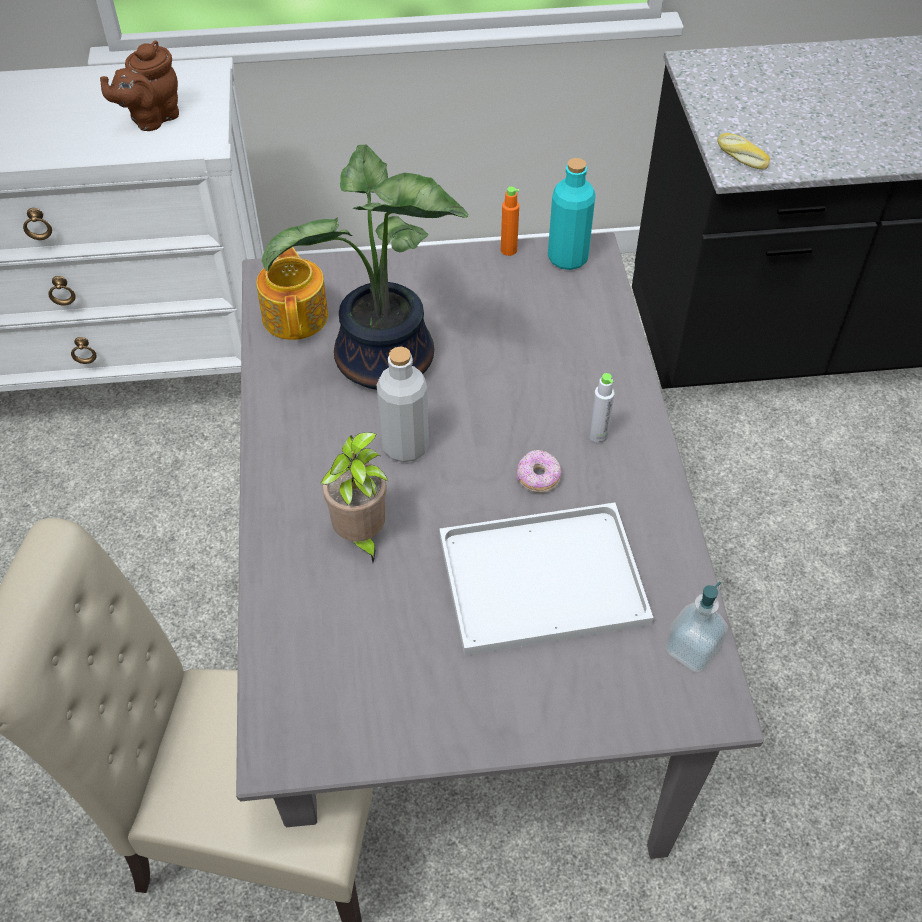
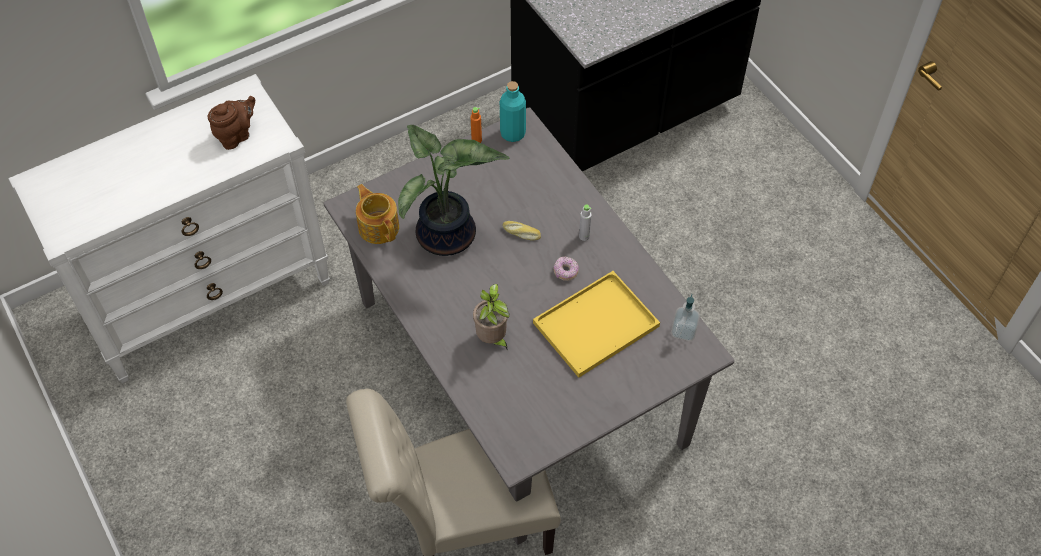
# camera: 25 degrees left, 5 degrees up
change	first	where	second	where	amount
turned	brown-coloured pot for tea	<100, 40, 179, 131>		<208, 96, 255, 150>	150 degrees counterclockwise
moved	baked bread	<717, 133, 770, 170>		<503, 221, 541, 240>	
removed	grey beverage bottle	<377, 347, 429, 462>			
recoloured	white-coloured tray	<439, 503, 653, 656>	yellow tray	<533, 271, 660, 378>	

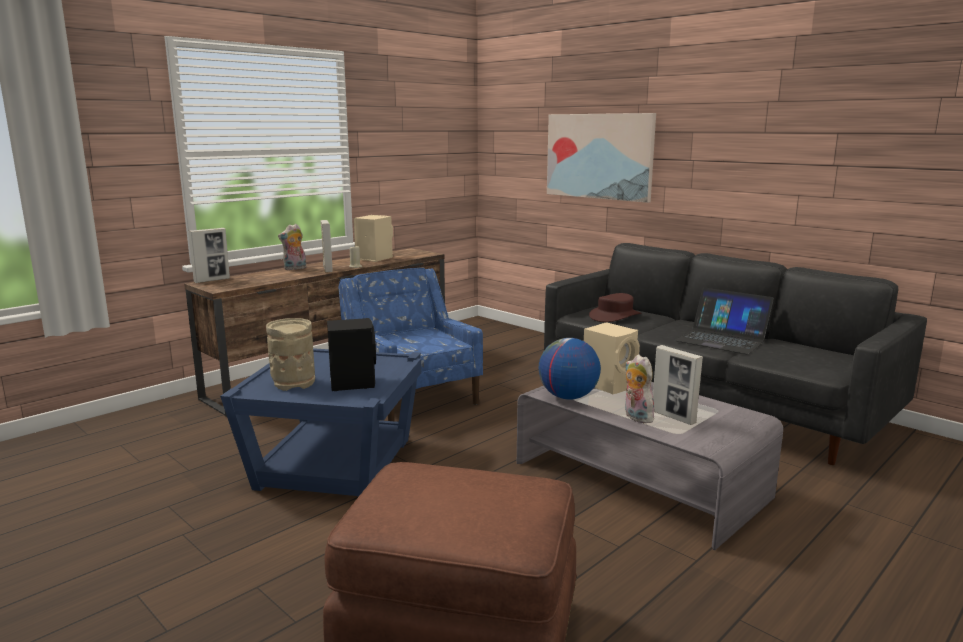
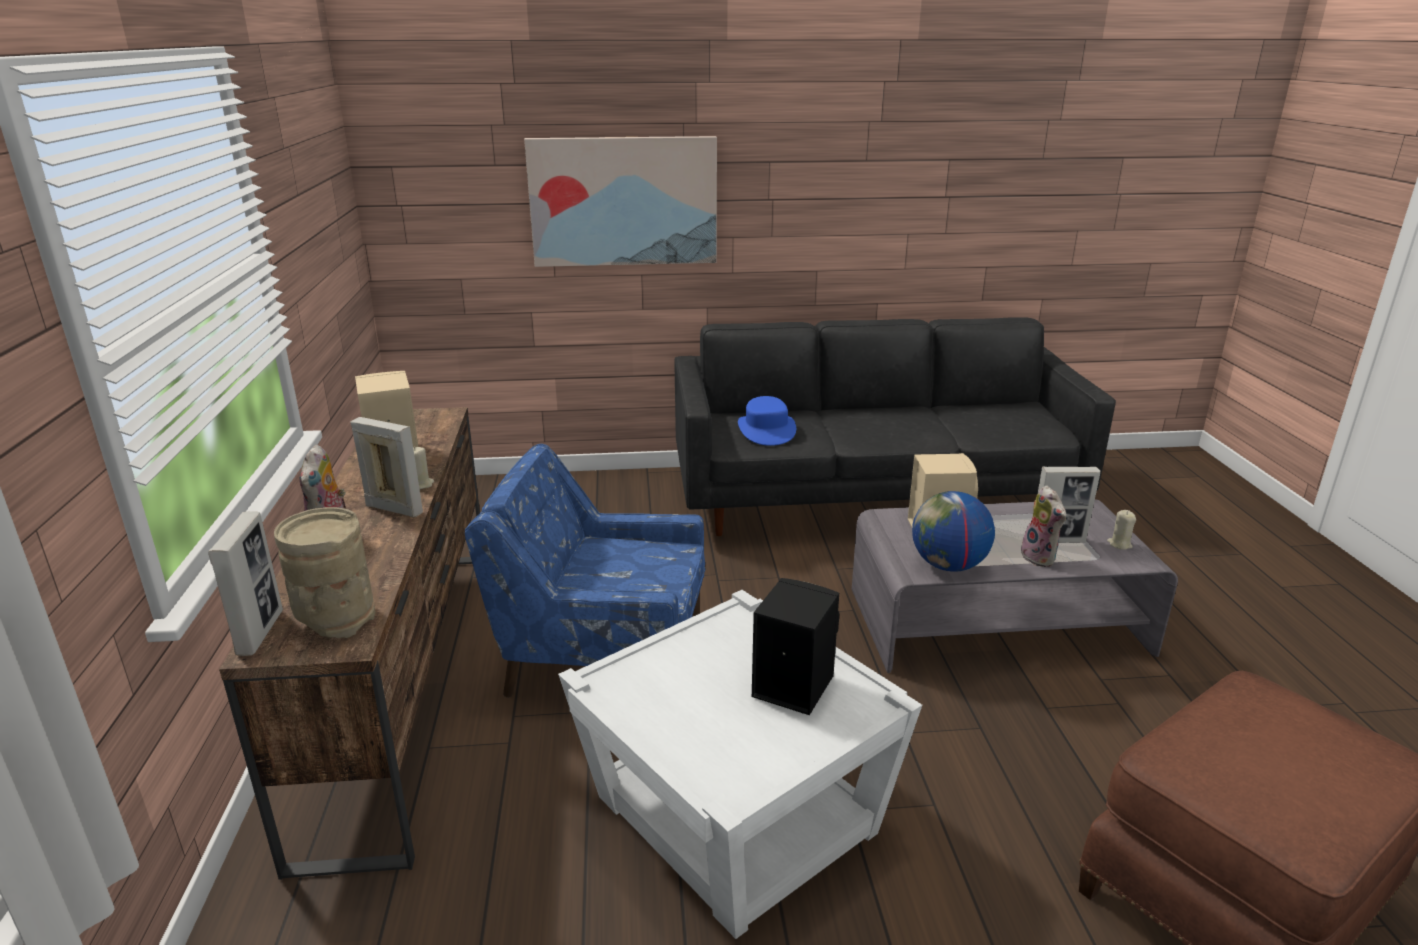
# camera: 50 degrees left, 10 degrees up
change	first	where	second	where	amount
removed	notebook computer	<675, 288, 774, 354>			
recoloured	brown-coloured wearable hat	<589, 293, 641, 322>	blue-coloured wearable hat	<738, 396, 796, 446>	
moved	beige flower vase	<266, 318, 315, 391>		<274, 507, 375, 638>	
recoloured	blue-coloured side table	<220, 348, 422, 497>	white-coloured side table	<558, 590, 922, 939>	
turned	plush toy	<625, 355, 654, 423>		<1021, 485, 1067, 567>	120 degrees counterclockwise
added			beige wax candle	<1107, 510, 1136, 550>	

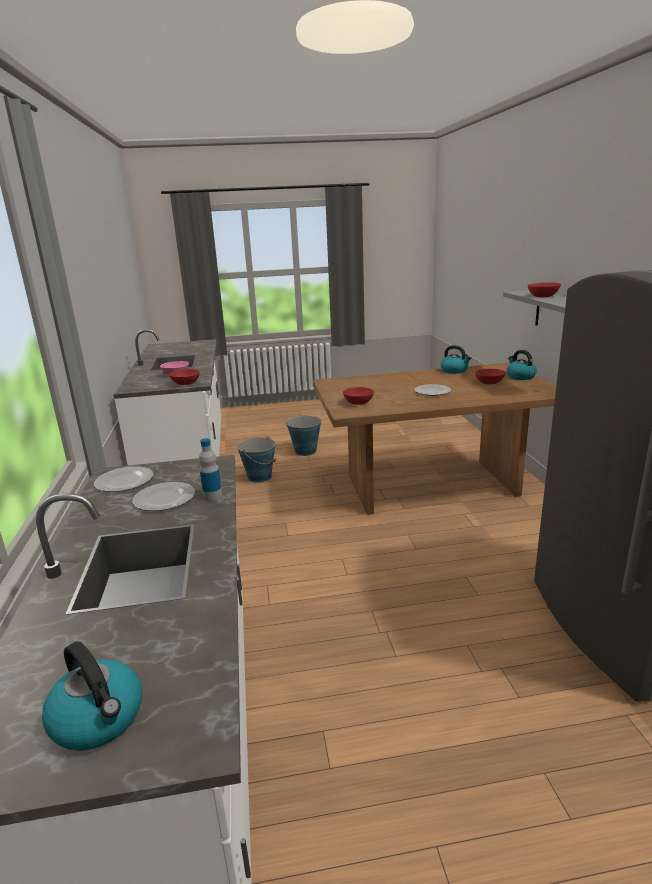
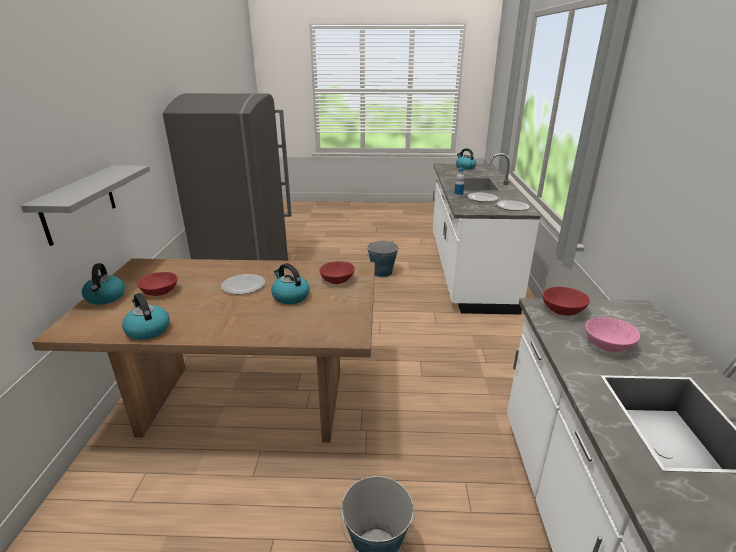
# camera: 170 degrees left, 5 degrees up
change	first	where	second	where	amount
removed	reddish deep dish	<528, 282, 561, 297>			
moved	water bucket	<237, 437, 277, 483>		<367, 241, 398, 277>	
added			water kettle	<271, 263, 310, 304>	

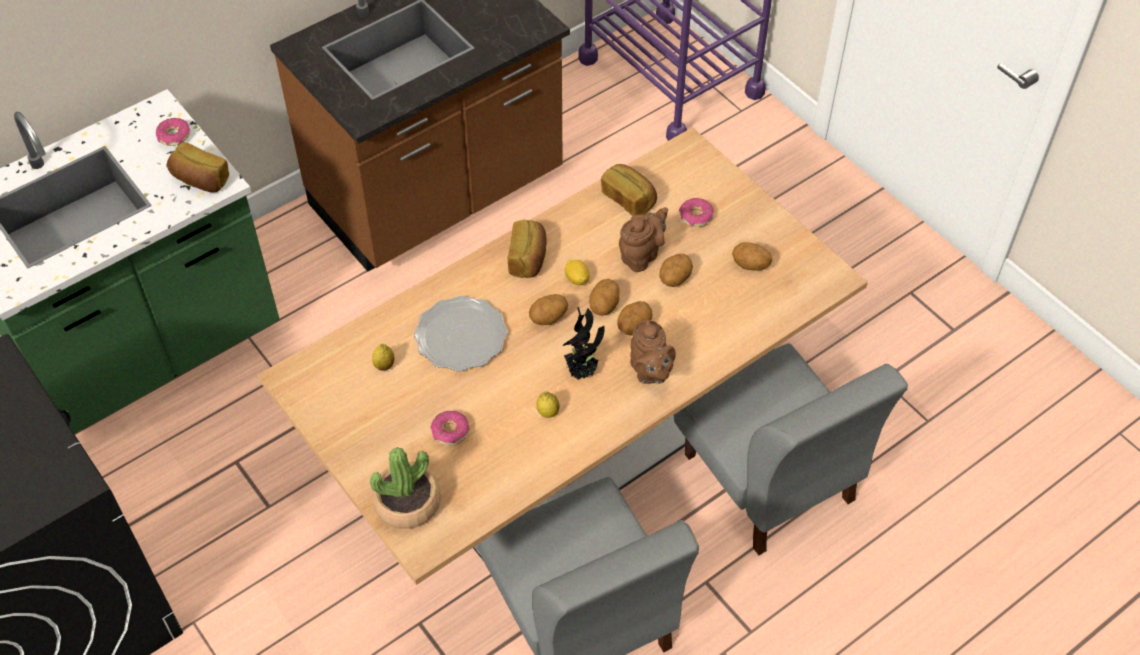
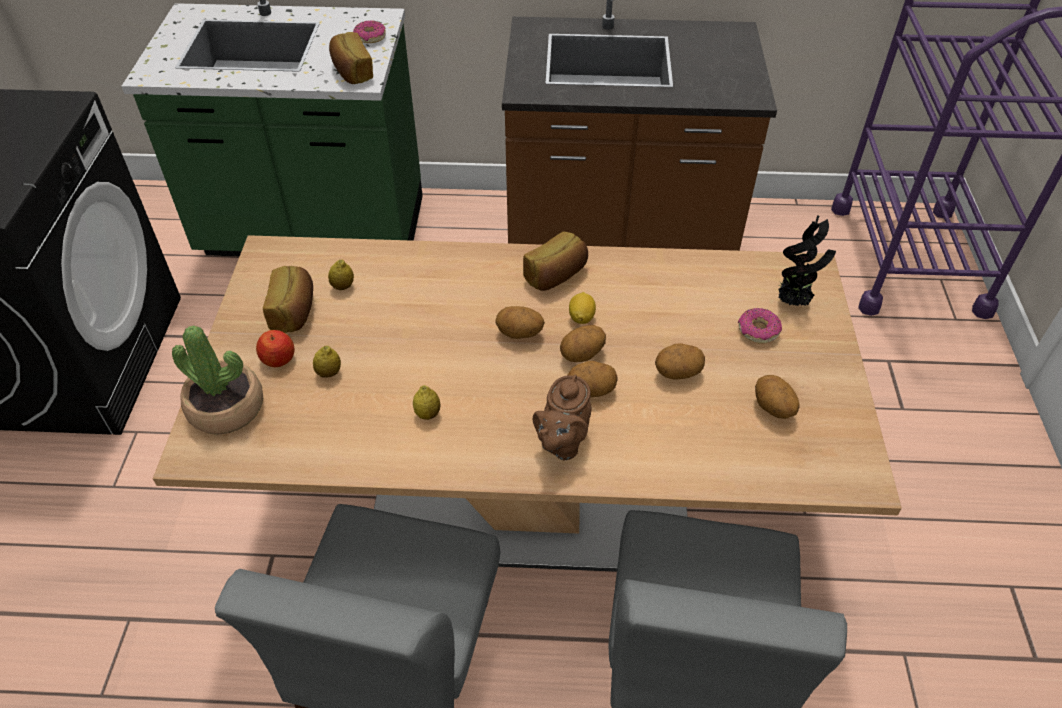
# camera: 40 degrees right, 5 degrees down
change	first	where	second	where	amount
moved	baked bread	<601, 164, 657, 216>		<263, 266, 313, 333>	
removed	brown-coloured pot for tea	<619, 207, 668, 272>			
removed	flat dish	<414, 296, 508, 371>			
moved	plant in a pot	<562, 307, 605, 379>		<778, 215, 836, 306>	
replaced	doughnut	<430, 411, 470, 446>	whole lemon	<313, 346, 341, 378>	
added			whole apple	<256, 330, 295, 367>	

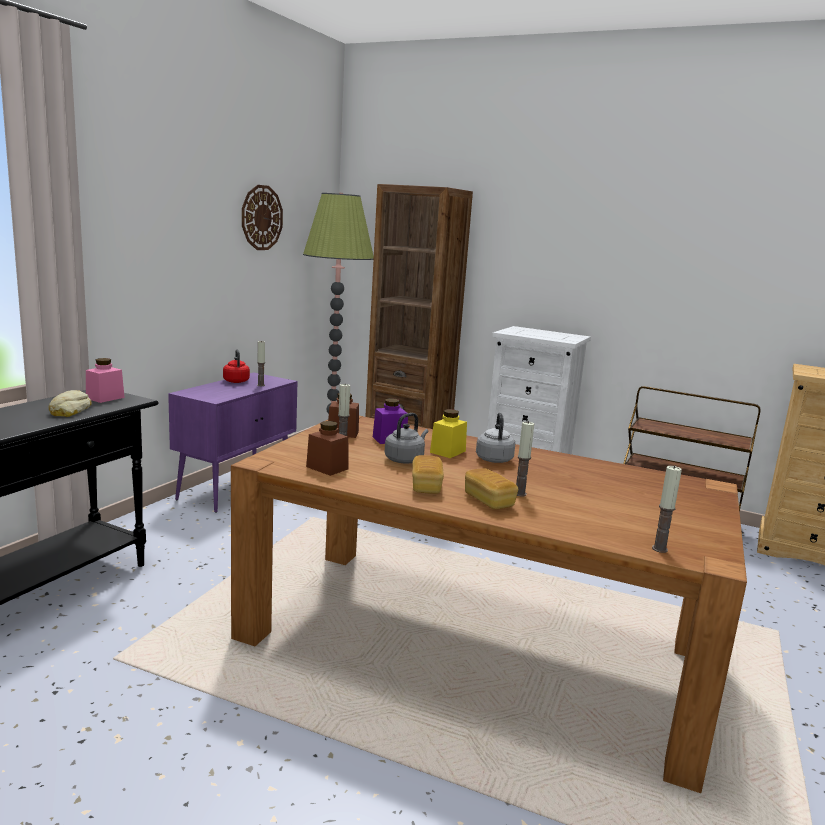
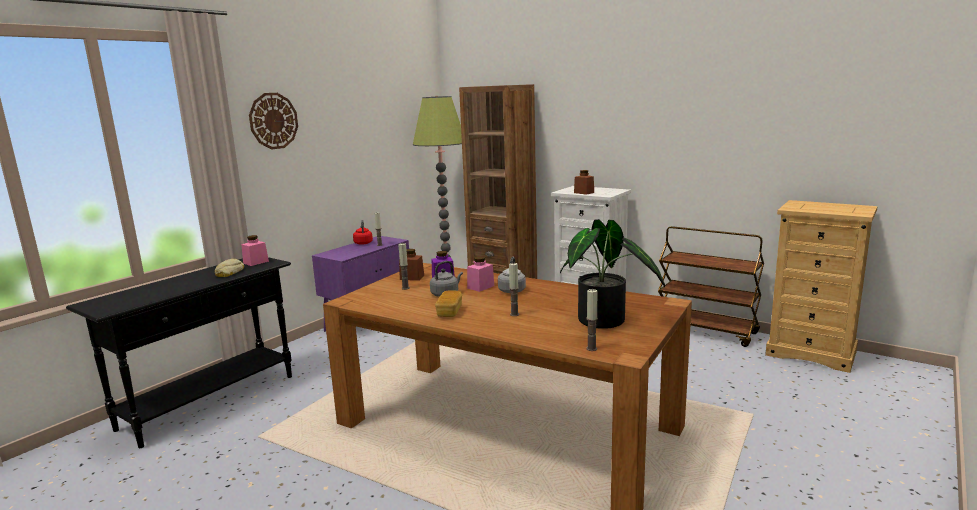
# camera: 10 degrees right, 0 degrees up
change	first	where	second	where	amount
moved	clock on the wall	<242, 185, 283, 250>		<249, 93, 298, 149>	
recoloured	yellow storage jar	<430, 409, 467, 458>	pink storage jar	<467, 256, 494, 292>	
moved	brown-coloured storage jar	<306, 421, 349, 476>		<574, 170, 594, 195>	
removed	baked bread	<465, 468, 518, 509>			
added			plant in a pot	<560, 219, 665, 329>	

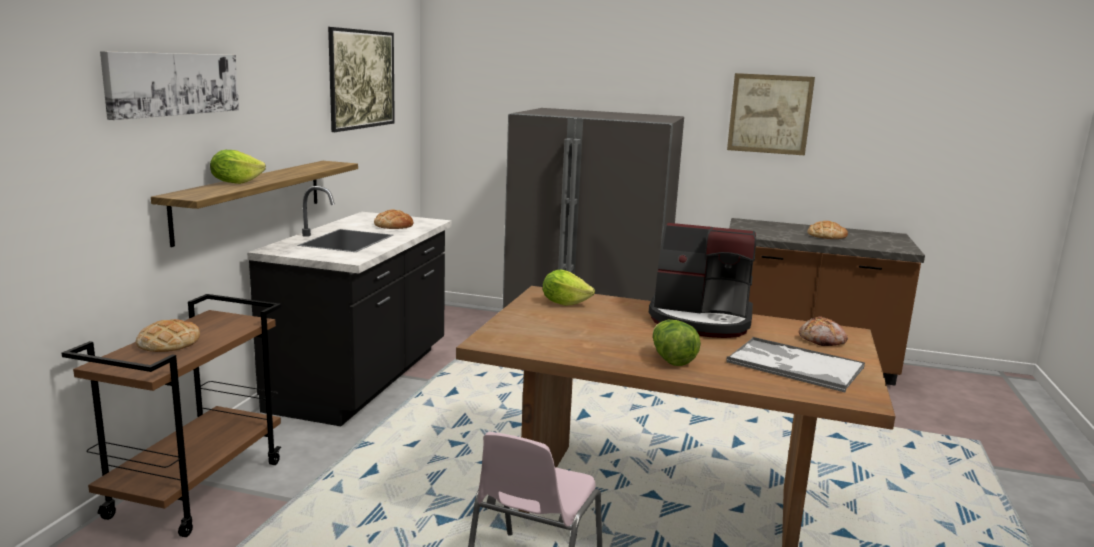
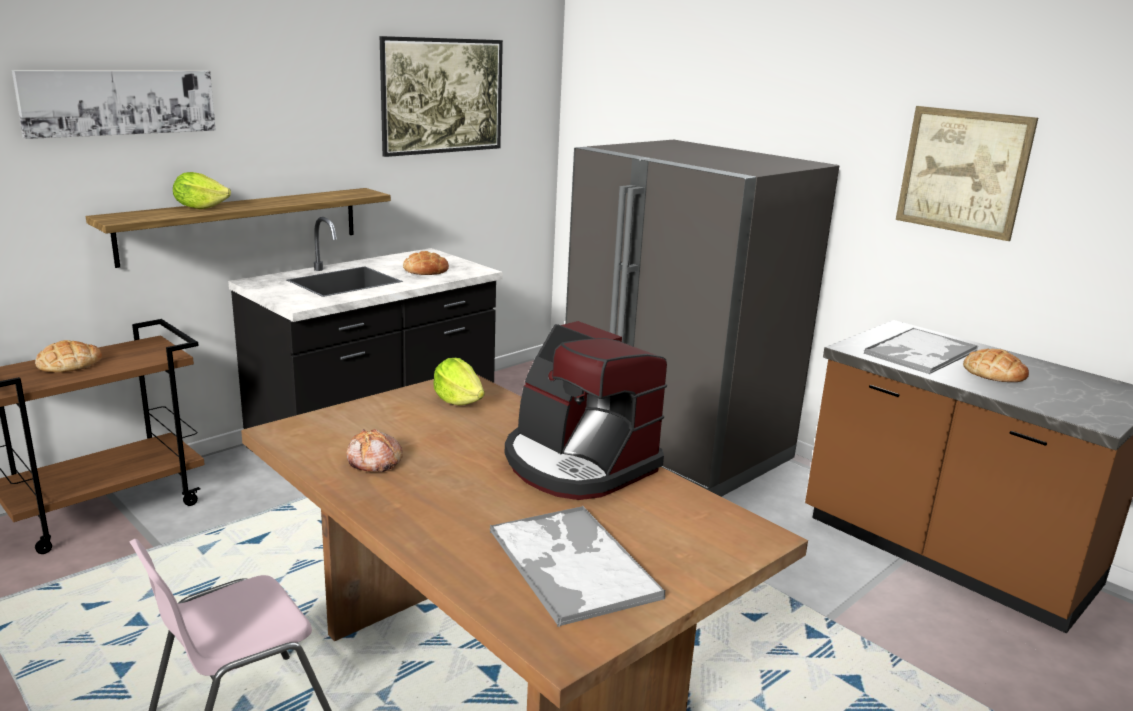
# camera: 30 degrees right, 5 degrees up
change	first	where	second	where	amount
moved	baked bread	<799, 316, 848, 346>		<346, 429, 403, 472>	
removed	lettuce	<653, 320, 701, 366>			
added			tray	<864, 328, 978, 375>	

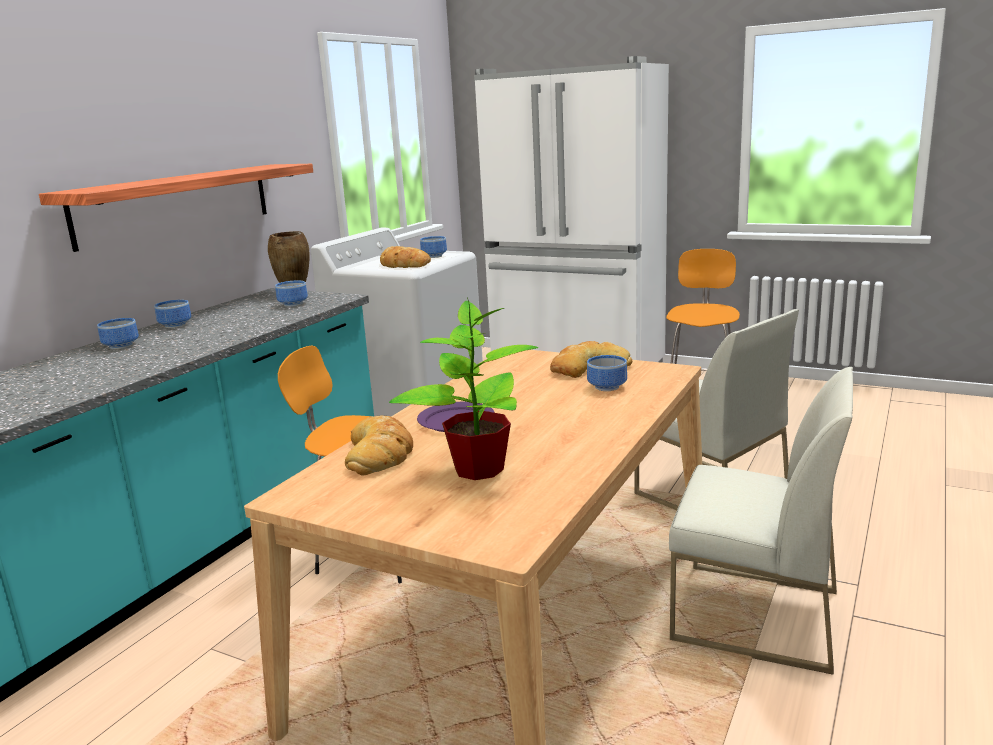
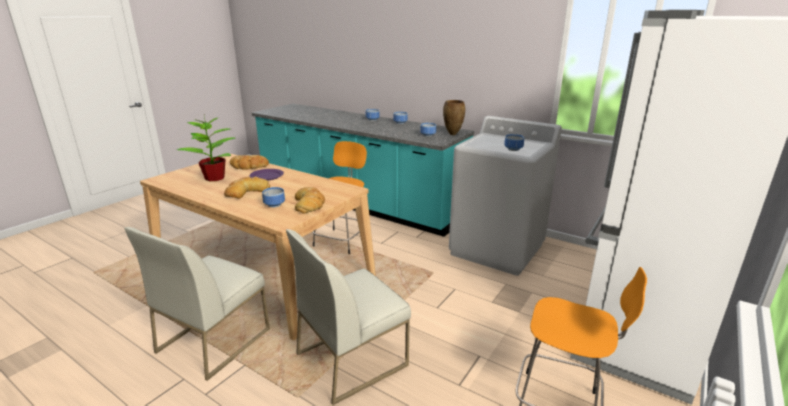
# camera: 95 degrees right, 5 degrees up
change	first	where	second	where	amount
removed	wall shelf	<39, 164, 313, 252>			
moved	baked bread	<380, 246, 431, 268>		<224, 177, 270, 199>	

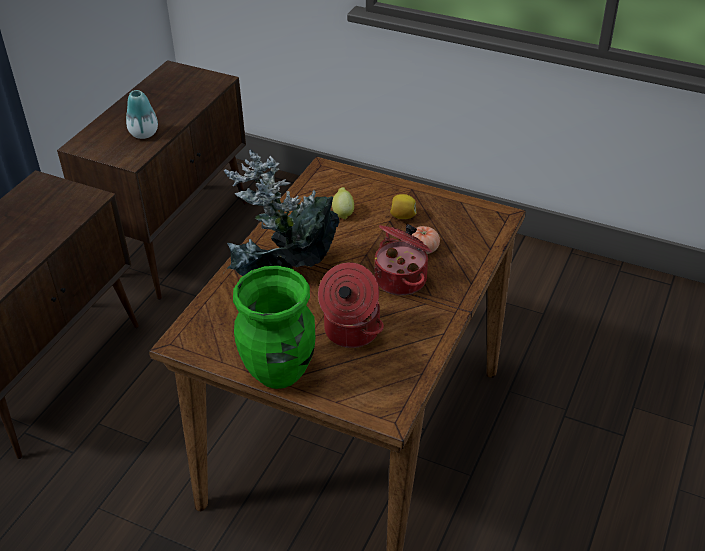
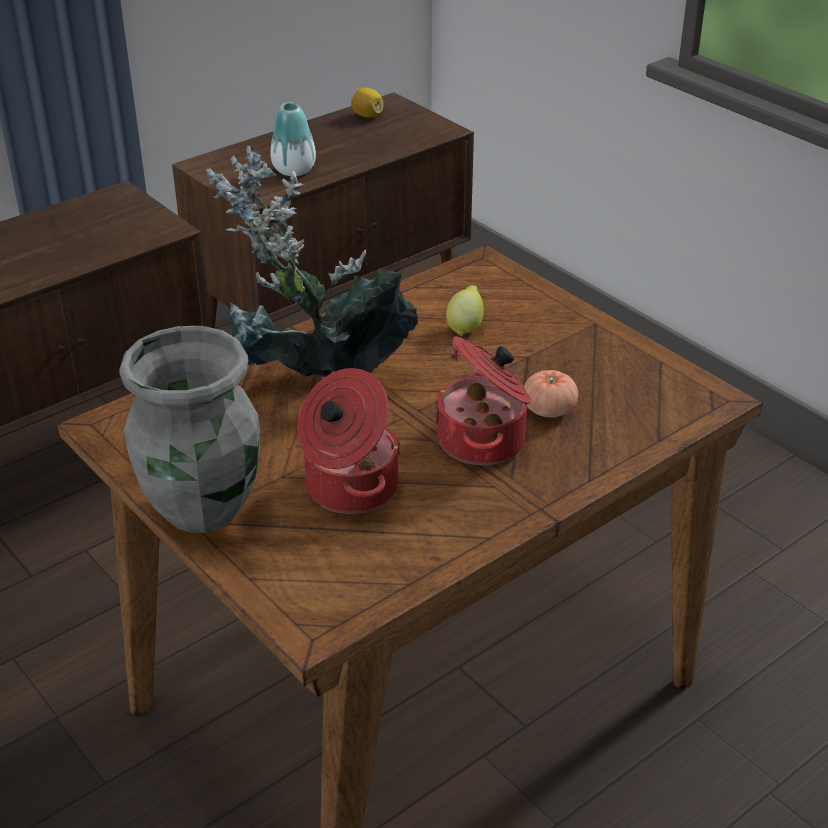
# camera: 25 degrees right, 5 degrees down
change	first	where	second	where	amount
moved	whole lemon	<390, 194, 417, 219>		<351, 88, 384, 117>	
recoloured	green-coloured flower vase	<233, 266, 315, 389>	grey flower vase	<119, 326, 260, 533>	

